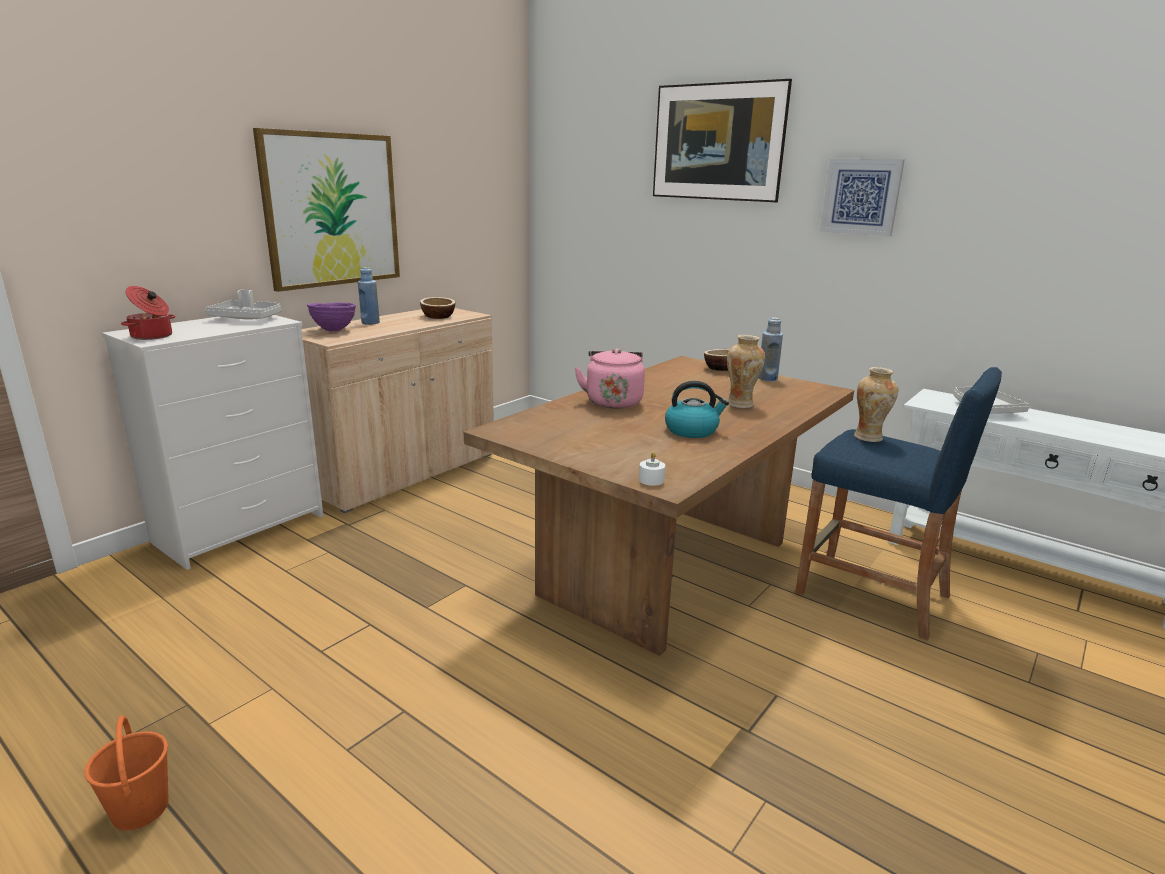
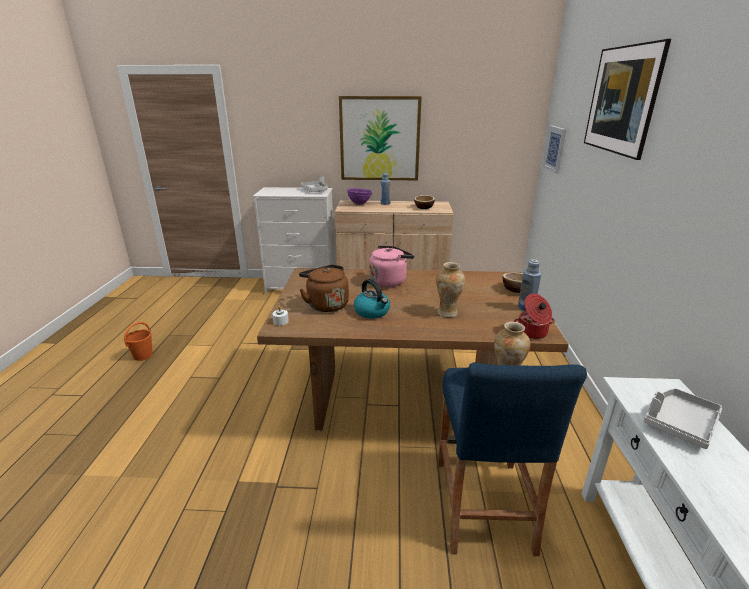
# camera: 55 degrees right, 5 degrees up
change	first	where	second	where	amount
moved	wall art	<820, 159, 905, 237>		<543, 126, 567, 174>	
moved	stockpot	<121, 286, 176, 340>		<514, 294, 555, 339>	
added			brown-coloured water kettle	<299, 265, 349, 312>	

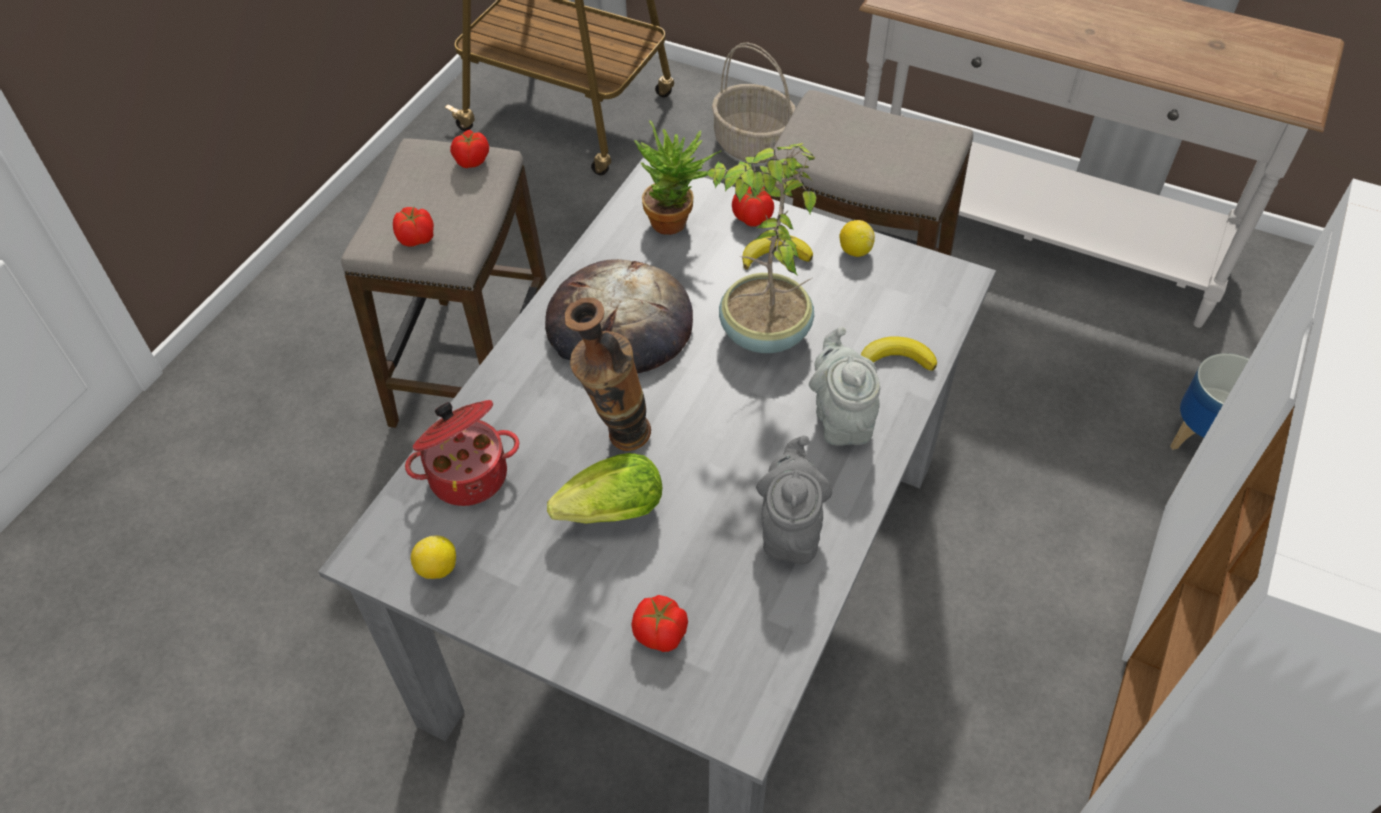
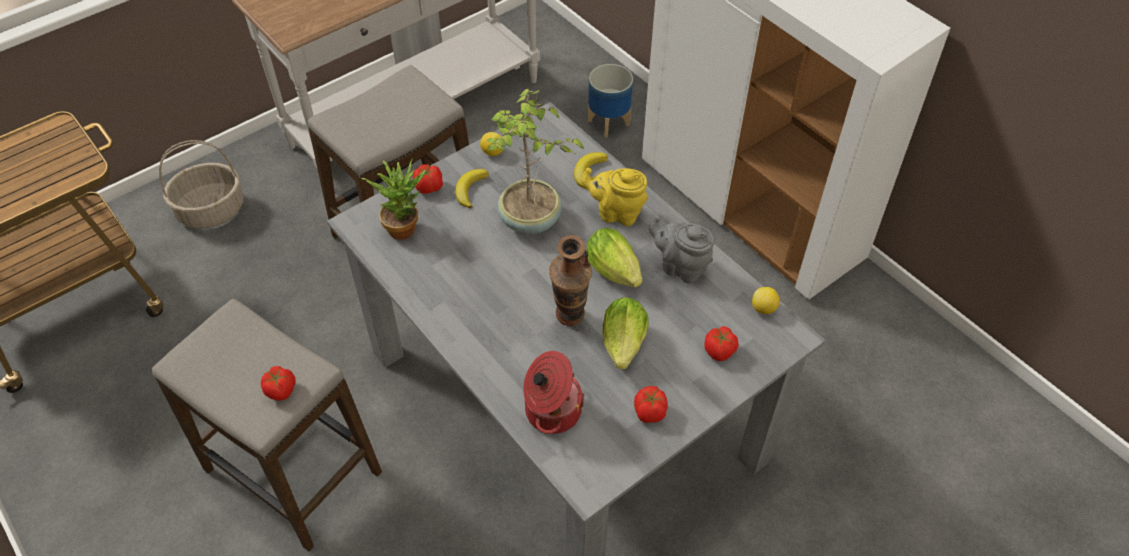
# camera: 65 degrees left, 0 degrees up
change	first	where	second	where	amount
moved	whole tomato	<450, 130, 489, 168>		<634, 386, 668, 423>	
removed	baked bread	<545, 259, 693, 373>			
recoloured	grey pot for tea	<809, 327, 880, 446>	yellow pot for tea	<581, 168, 648, 226>	
moved	whole lemon	<411, 535, 456, 579>		<752, 287, 780, 314>	
added			lettuce	<586, 228, 642, 288>	

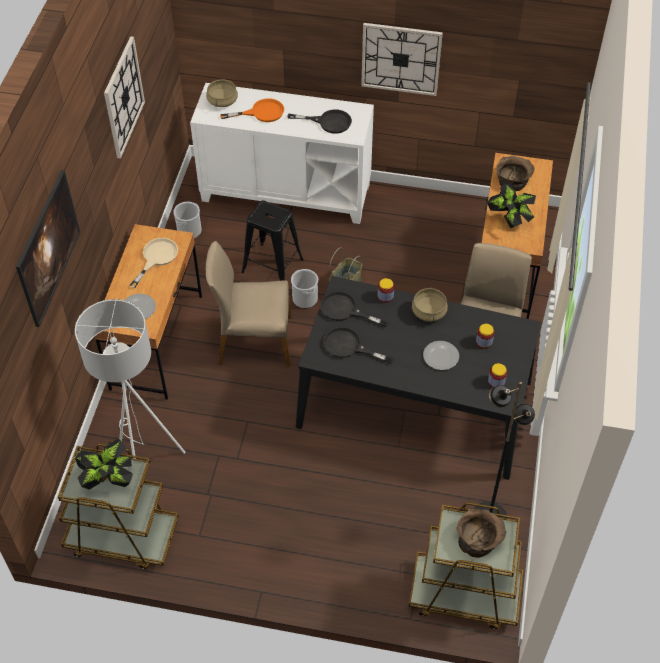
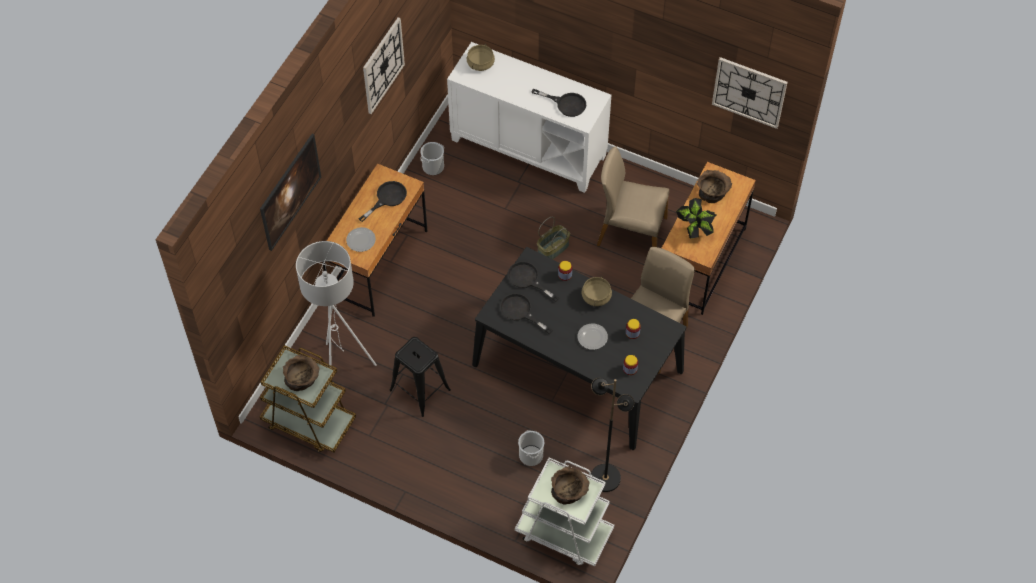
# camera: 15 degrees right, 5 degrees up
change	first	where	second	where	amount
moved	clock on the wall	<361, 23, 443, 96>		<712, 57, 788, 129>	
removed	orangey skillet	<220, 98, 284, 122>			
moved	black-coloured sitting stool	<241, 200, 304, 281>		<389, 337, 451, 417>	
recoloured	beige skillet	<129, 238, 178, 288>	black-coloured skillet	<359, 181, 407, 222>	
moved	beige upright chair	<206, 241, 292, 367>		<597, 146, 669, 247>	
moved	water bucket	<291, 269, 318, 308>		<518, 430, 544, 466>	
replaced	plant in a pot	<75, 439, 133, 490>	brown-coloured deep dish	<283, 354, 320, 391>	
recoloured	brown-coloured cart	<409, 503, 523, 629>	white-coloured cart	<515, 457, 614, 567>	

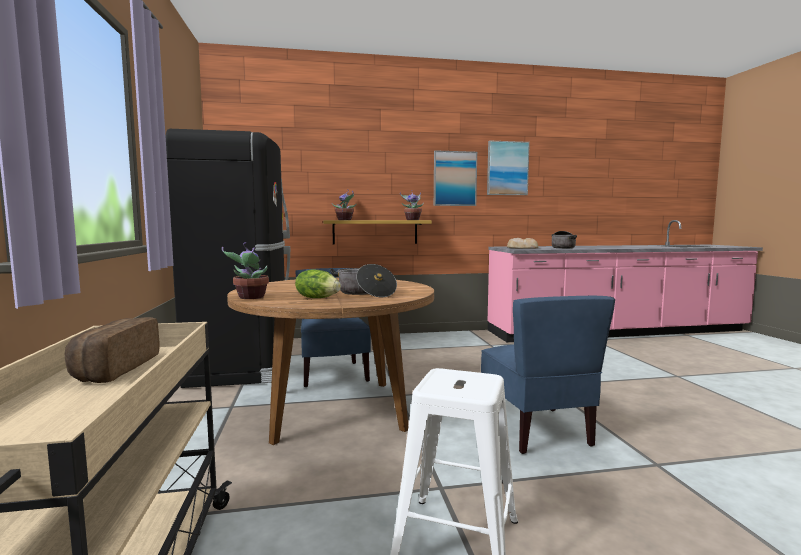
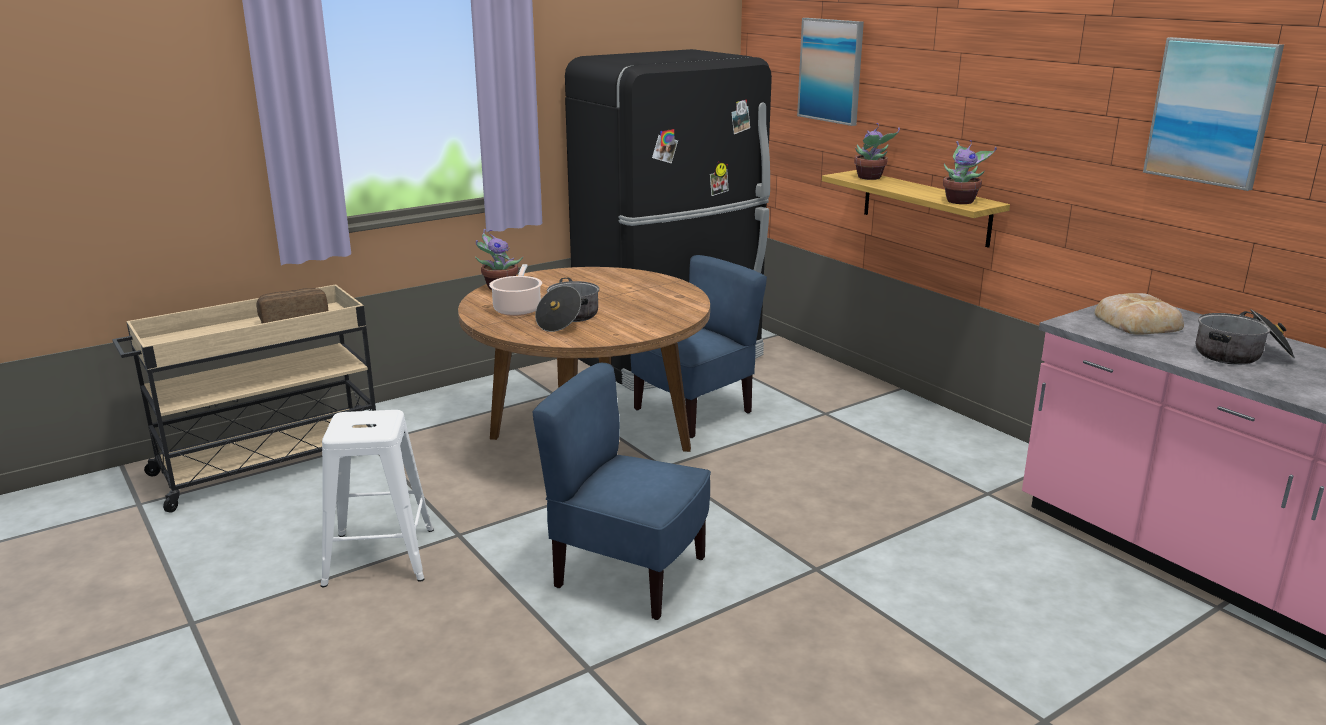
# camera: 65 degrees right, 15 degrees up
change	first	where	second	where	amount
moved	wall art	<434, 150, 477, 206>		<797, 18, 864, 126>	
replaced	lettuce	<295, 269, 341, 298>	stockpot	<489, 264, 542, 316>	
turned	blue-coloured upright chair	<481, 296, 615, 454>		<532, 363, 711, 620>	60 degrees clockwise

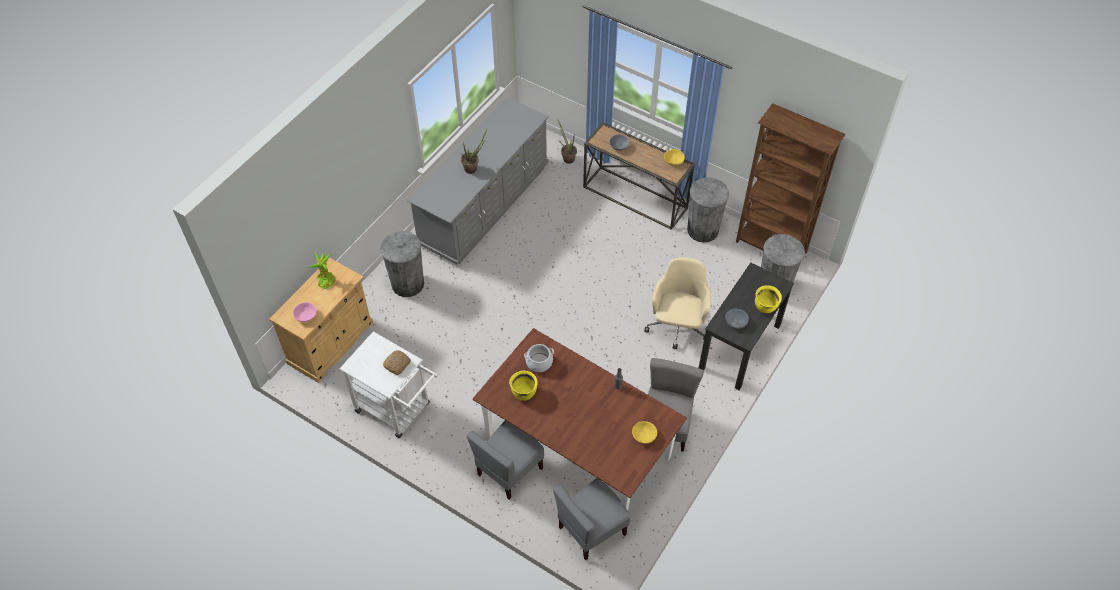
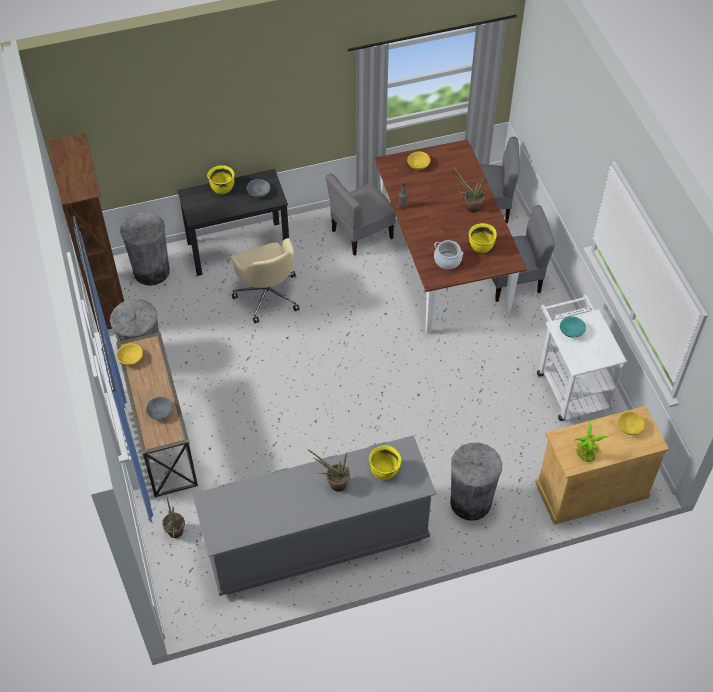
# camera: 140 degrees left, 0 degrees up
change	first	where	second	where	amount
turned	beige computer chair	<644, 257, 711, 349>		<230, 238, 300, 323>	75 degrees counterclockwise
recoloured	pink deep dish	<293, 302, 317, 322>	yellow deep dish	<617, 411, 645, 435>	
replaced	baked bread	<383, 350, 411, 375>	turquoise-coloured deep dish	<560, 316, 586, 338>	
added			plant in a pot	<453, 167, 485, 213>	
added			yellow stockpot	<369, 445, 402, 480>	

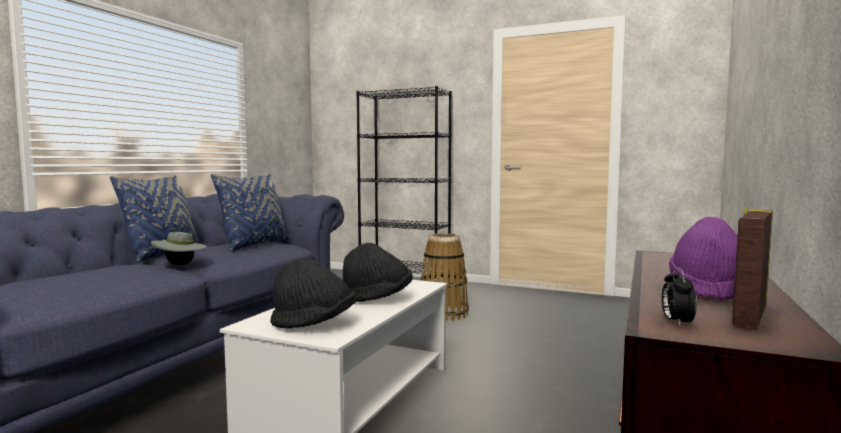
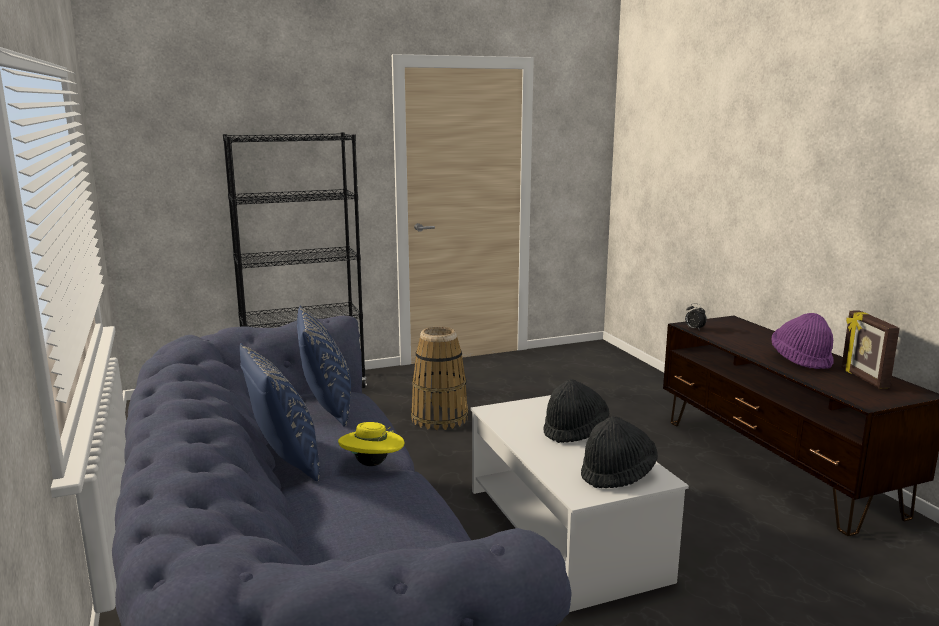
# camera: 45 degrees left, 10 degrees up
change	first	where	second	where	amount
recoloured	grey wearable hat	<151, 232, 207, 265>	yellow wearable hat	<338, 422, 404, 466>	
moved	bedside clock	<661, 267, 696, 326>		<685, 303, 707, 331>	

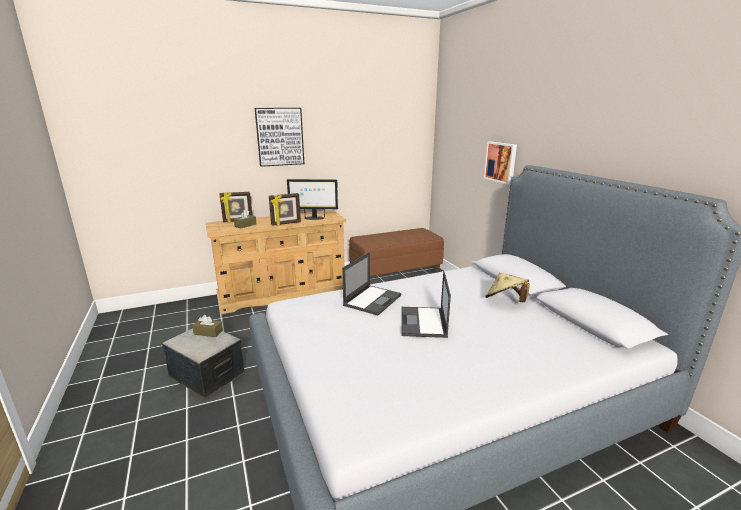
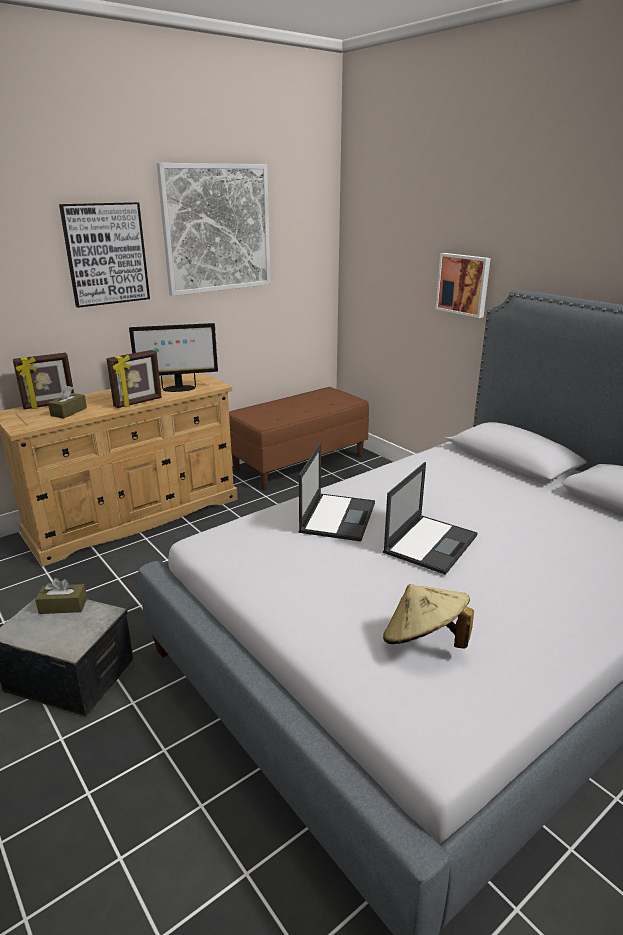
# camera: 15 degrees left, 5 degrees up
change	first	where	second	where	amount
turned	notebook computer	<401, 271, 451, 338>		<383, 462, 478, 575>	135 degrees counterclockwise
moved	beige wearable hat	<485, 273, 530, 302>		<383, 584, 474, 649>	
added			wall art	<157, 163, 271, 296>	

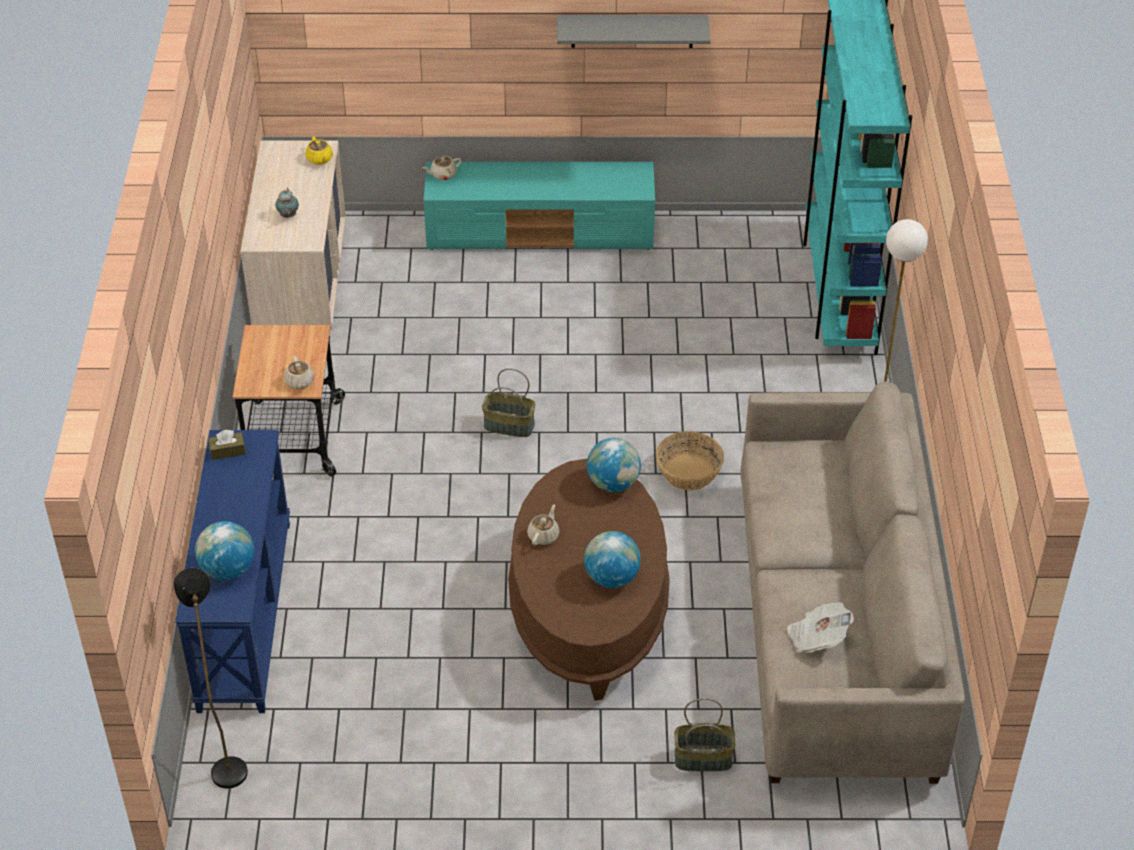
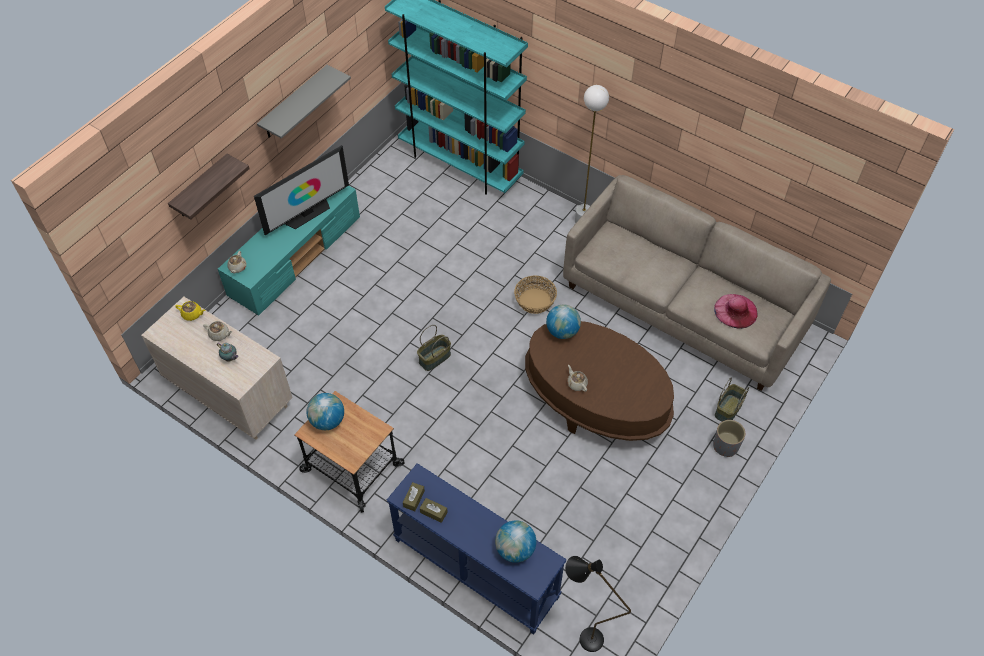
# camera: 55 degrees left, 10 degrees up
change	first	where	second	where	amount
moved	beige pot for tea	<284, 356, 314, 389>		<203, 321, 233, 341>	
moved	desk globe	<584, 531, 641, 588>		<307, 393, 344, 430>	
replaced	daily paper	<786, 602, 854, 653>	pink wearable hat	<714, 294, 757, 329>	
added			TV set	<254, 145, 349, 235>	
added			wall shelf	<168, 154, 250, 220>	
added			grey flower pot	<713, 420, 745, 457>	
added			brown-coloured tissue box	<420, 498, 448, 523>	

